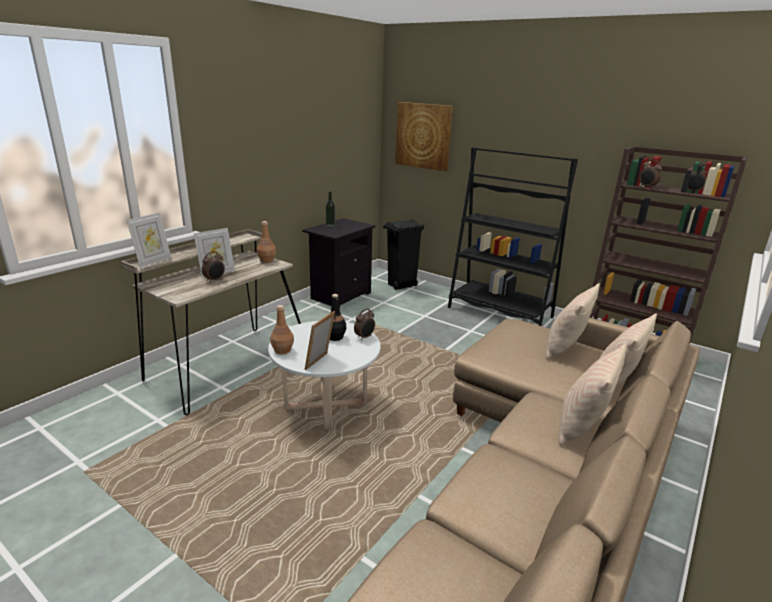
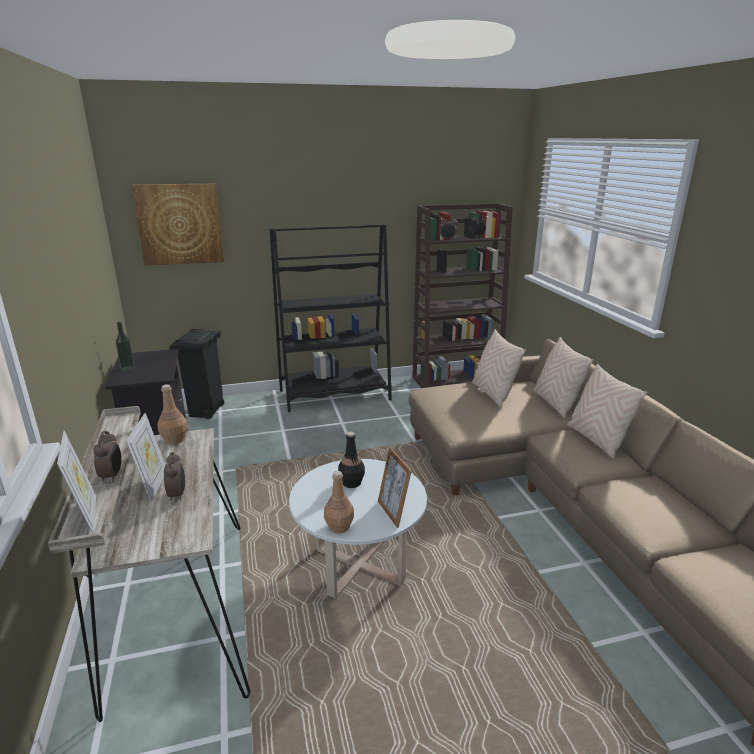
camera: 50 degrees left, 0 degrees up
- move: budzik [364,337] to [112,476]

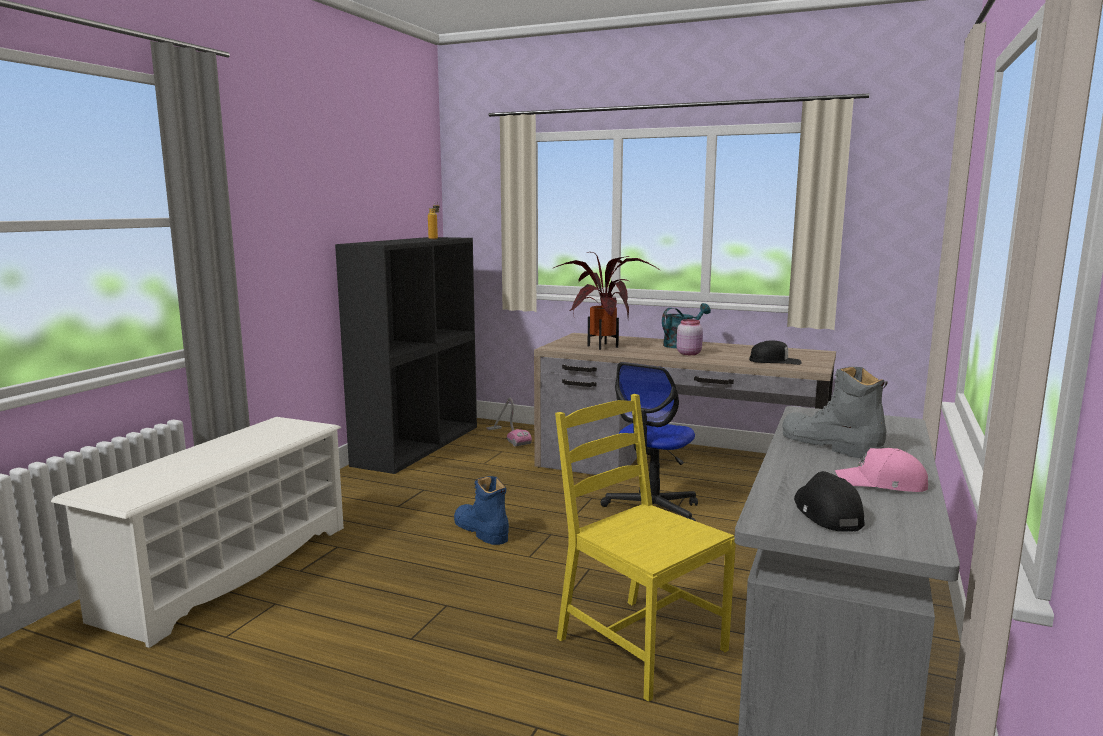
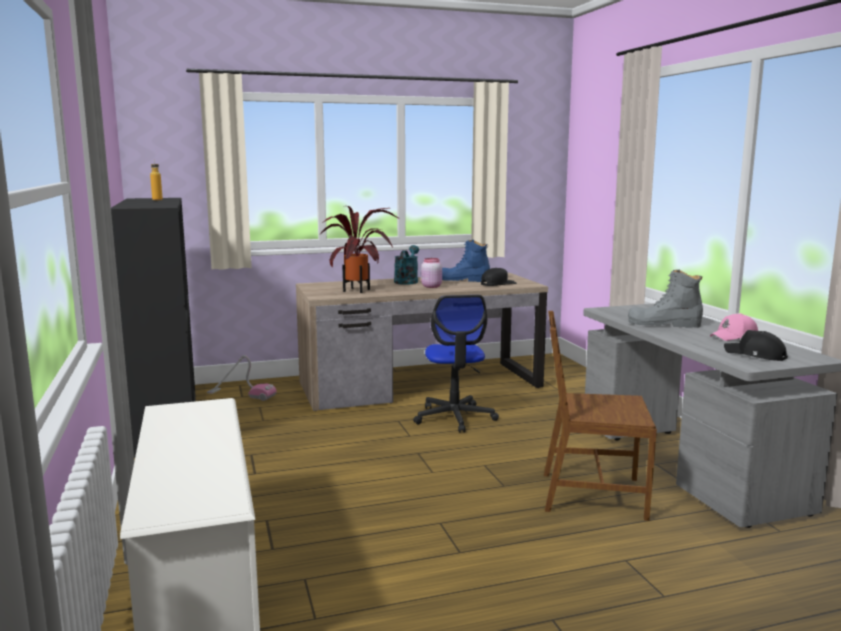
camera: 40 degrees left, 0 degrees up
- move: but z cholewką (niebieski) [481,531] to [463,280]
- recolor: krzesło (żółty) [638,644] to krzesło (brązowy) [591,495]

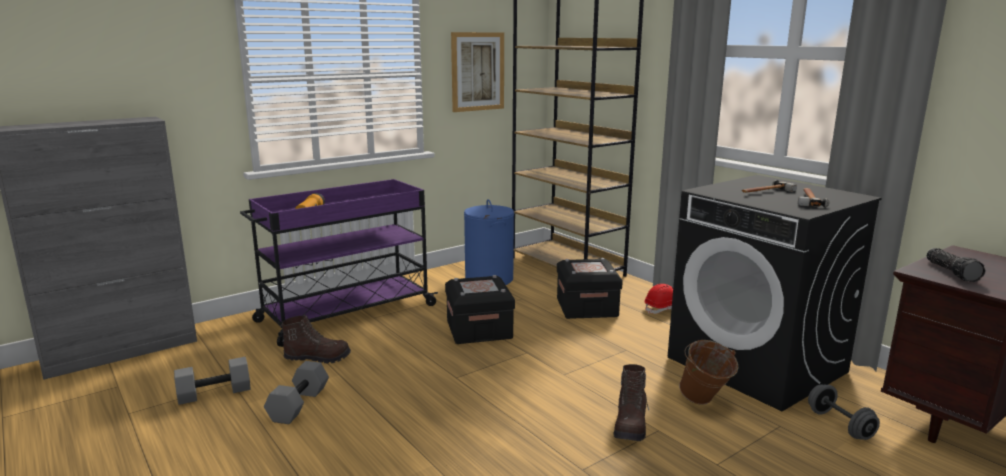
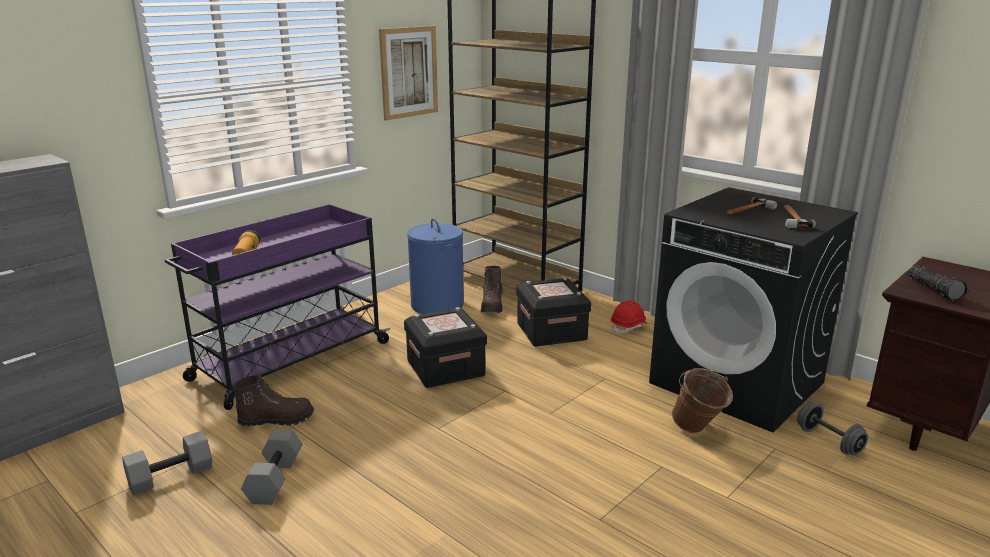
camera: 10 degrees left, 5 degrees up
- move: but z cholewką (brązowy) [630,425] to [492,306]

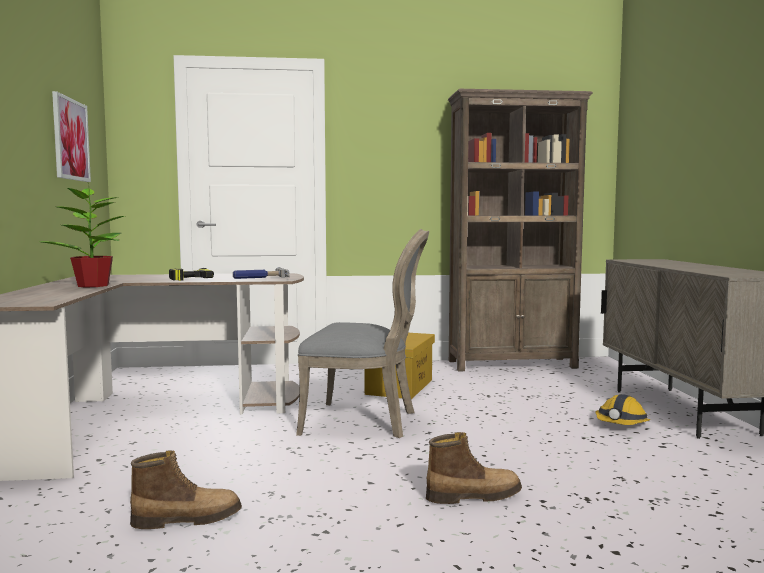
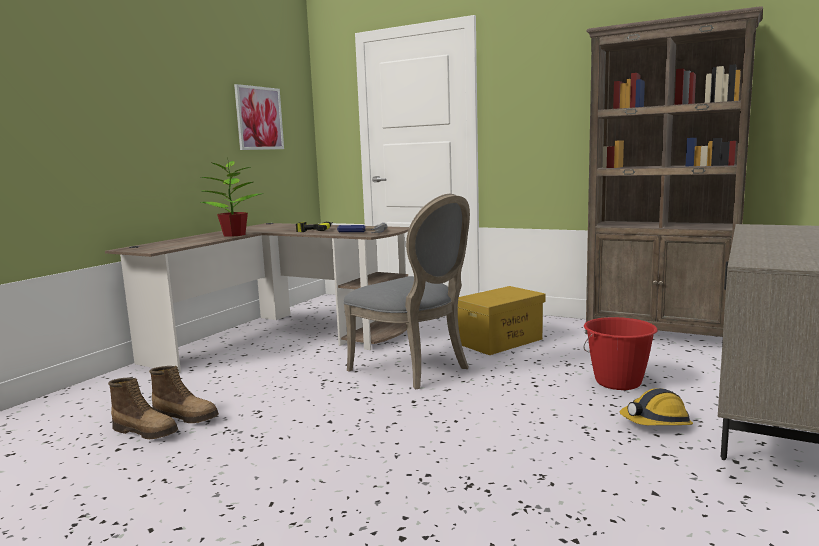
camera: 35 degrees right, 5 degrees up
- move: but z cholewką [473,496] to [146,431]
- insert: wiadro (czerwony) [618,382]

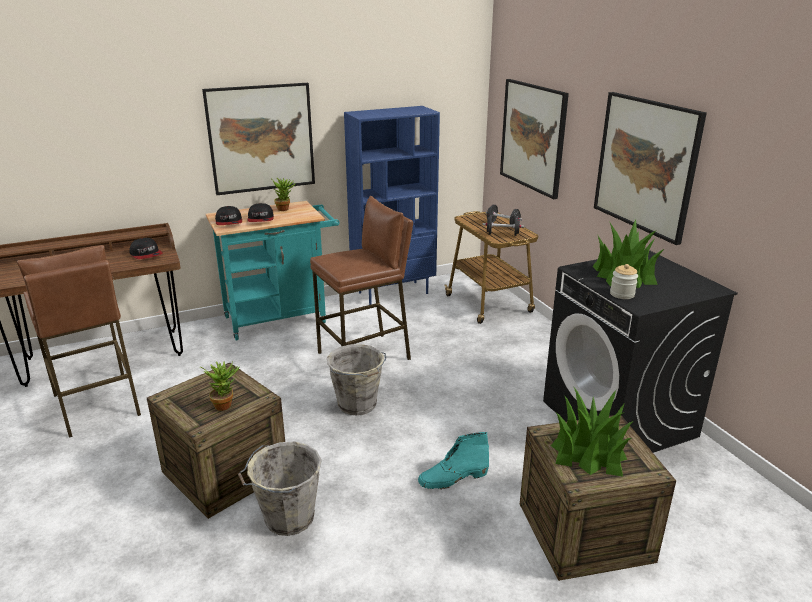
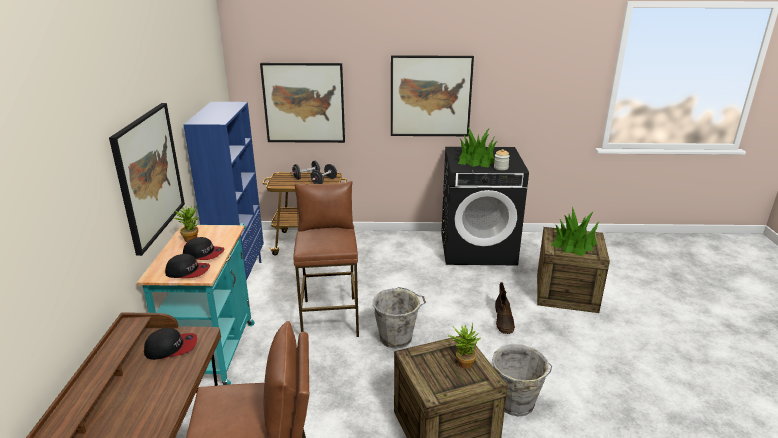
camera: 65 degrees left, 0 degrees up
- recolor: but z cholewką (turkusowy) [452,478] to but z cholewką (brązowy) [504,321]

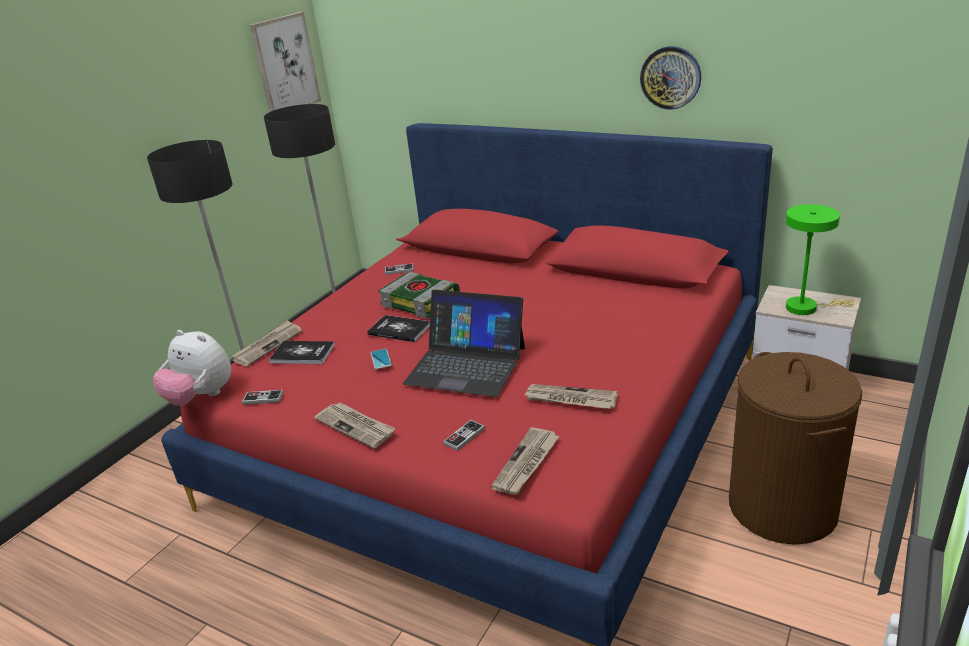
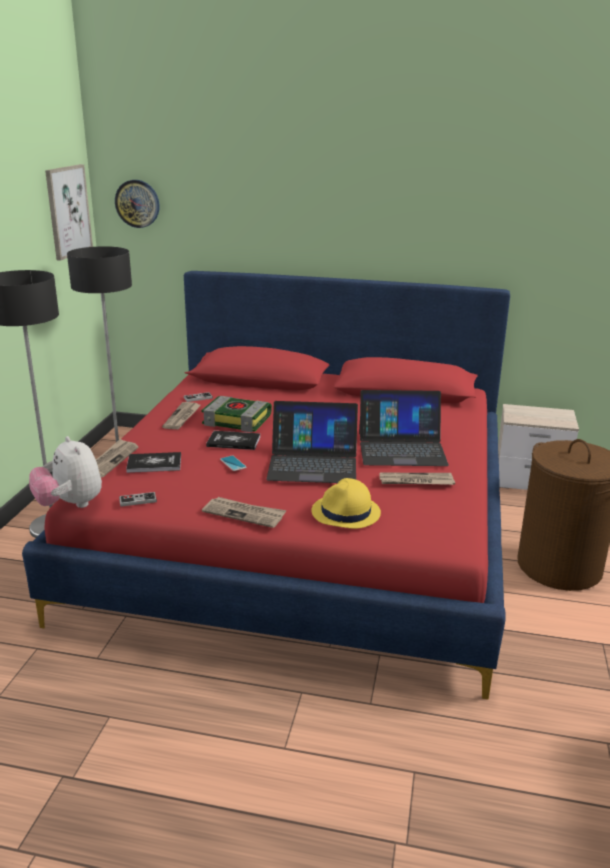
camera: 20 degrees left, 5 degrees down
- rotate: pluszak [201,397] = [70,504] 45 degrees clockwise
- move: zegar ścienny [670,77] to [137,203]
- move: gazeta [526,463] to [182,417]
- replace: pad do gier [464,436] to kapelusz (żółty) [346,513]
- insert: laptop [401,448]
- delete: lampa stołowa (zielony) [806,307]

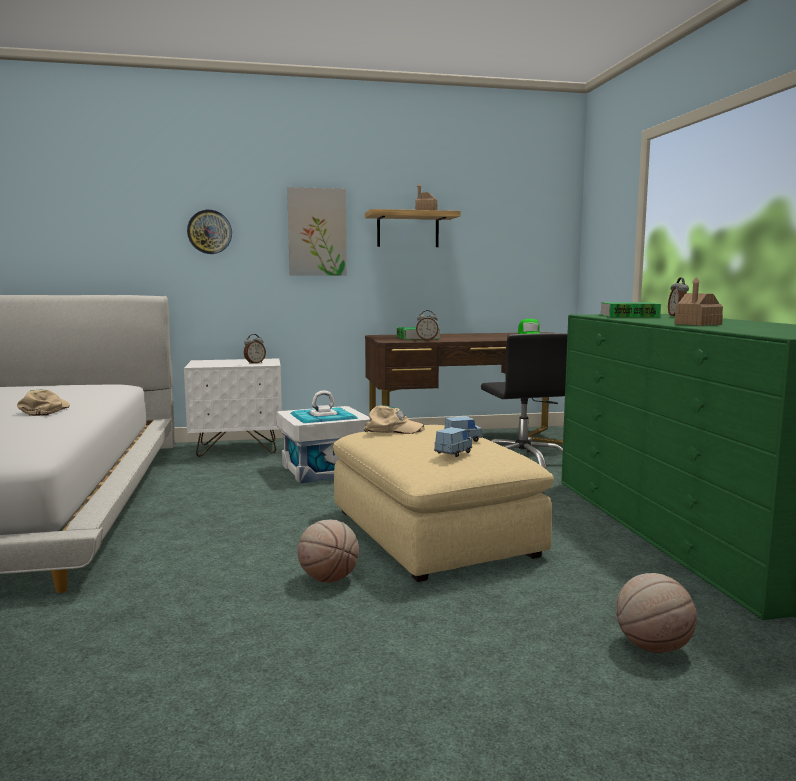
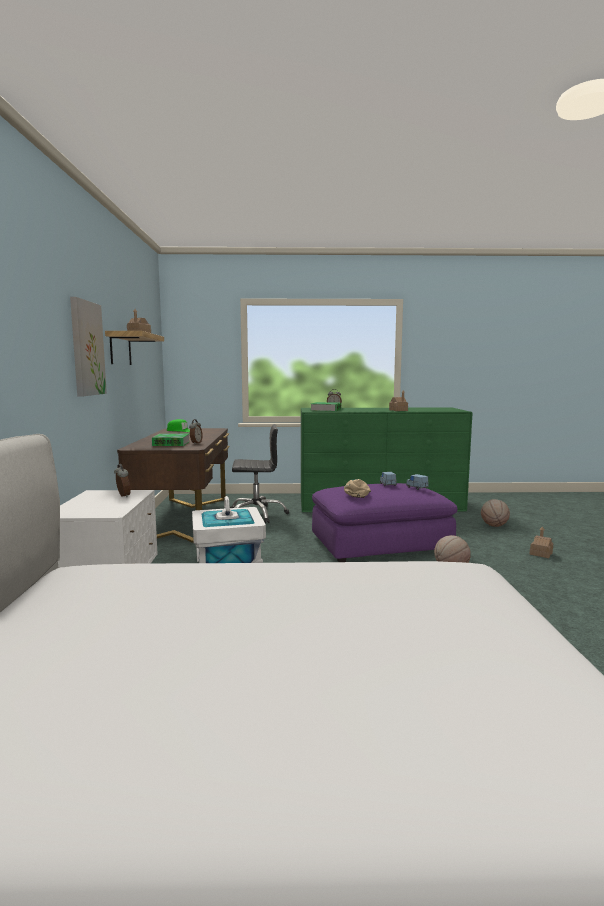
camera: 80 degrees left, 0 degrees up
- recolor: pufa (beżowy) [432,532] to pufa (fioletowy) [380,544]
- insert: domek [541,554]
- delete: czapka z daszkiem (beżowy) [45,410]
- delete: zegar ścienny [209,232]

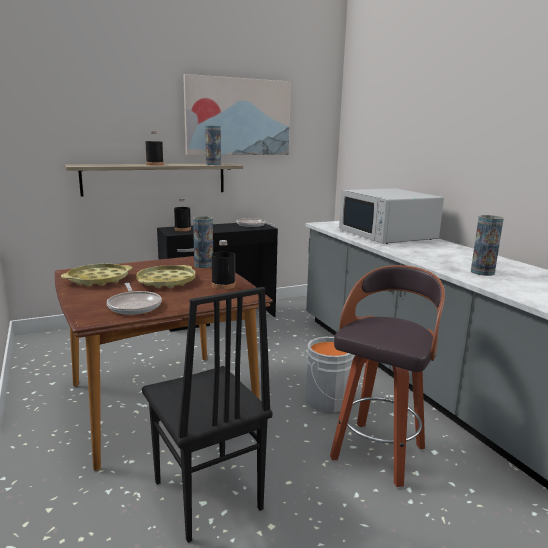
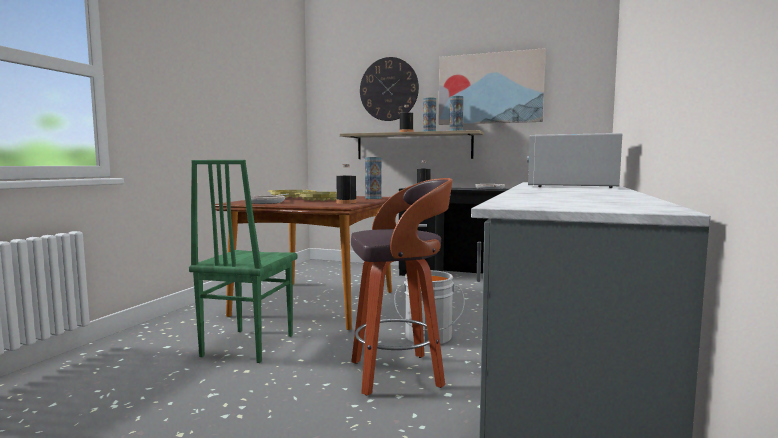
camera: 45 degrees right, 10 degrees down
- recolor: krzesło (czarny) [206,496] to krzesło (zielony) [246,345]
- insert: zegar ścienny [389,89]
- move: wazon [482,272] to [429,131]

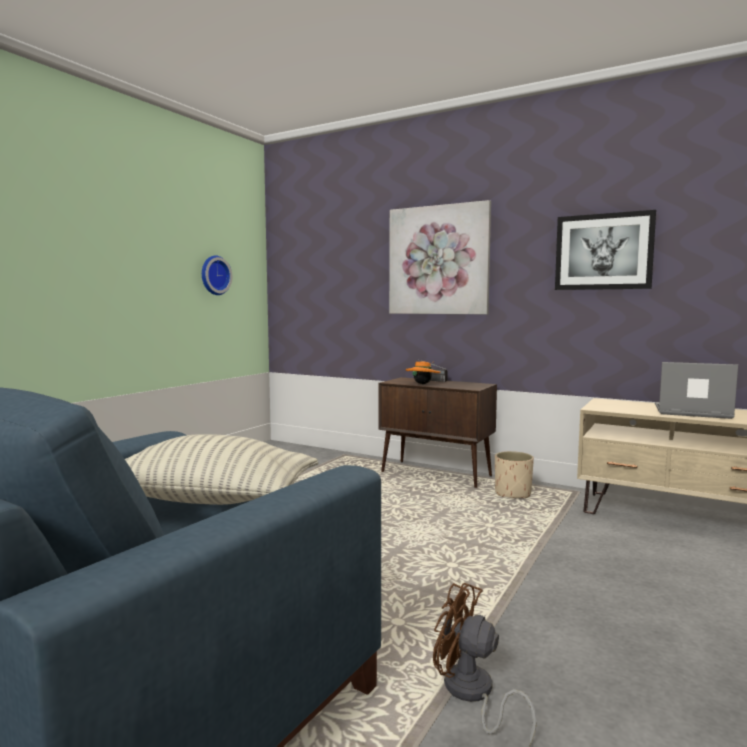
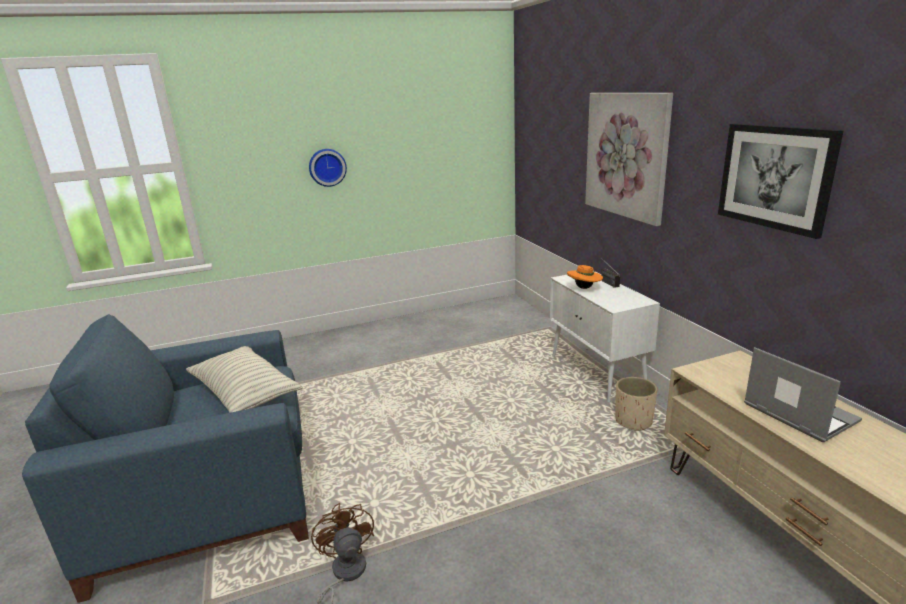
camera: 40 degrees right, 15 degrees up
- move: zegar ścienny [214,275] to [327,167]
- recolor: szafka (brązowy) [437,474] to szafka (biały) [597,374]

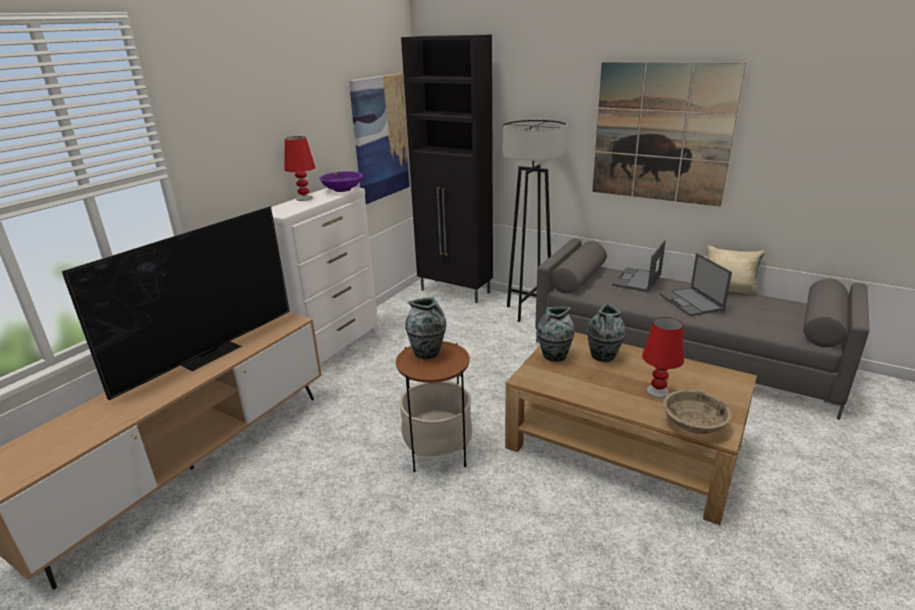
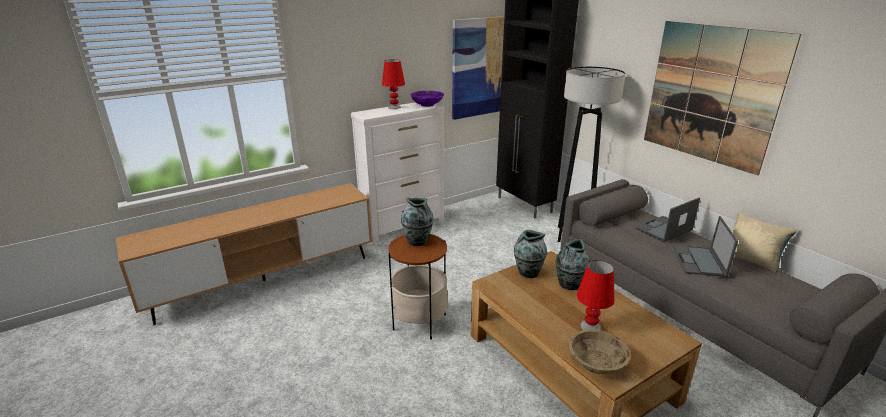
camera: 25 degrees right, 0 degrees up
- delete: telewizor [209,353]

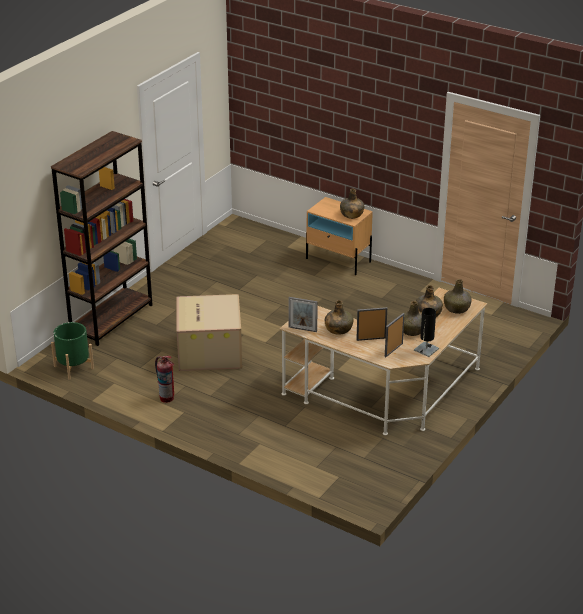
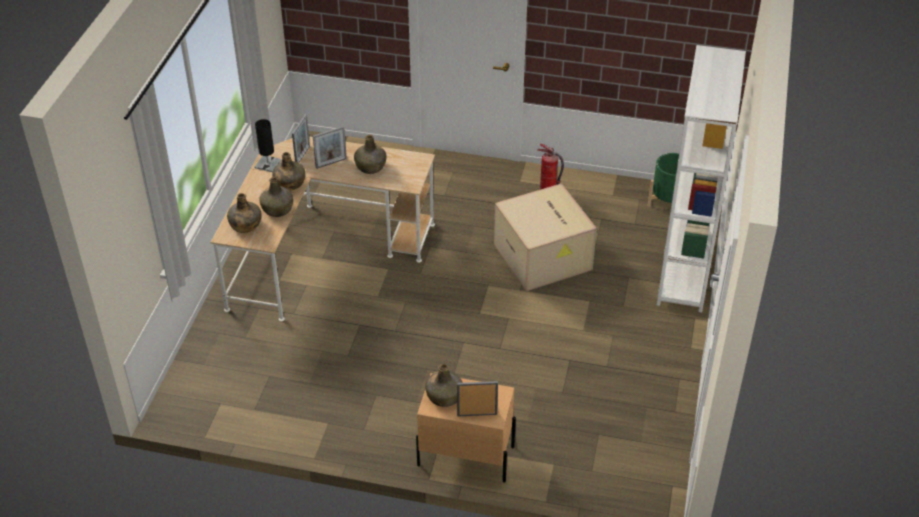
camera: 160 degrees right, 10 degrees up
- move: ramka na zdjęcie [302,329] to [477,414]
- recolor: regał (brązowy) [112,319] to regał (biały) [684,271]

